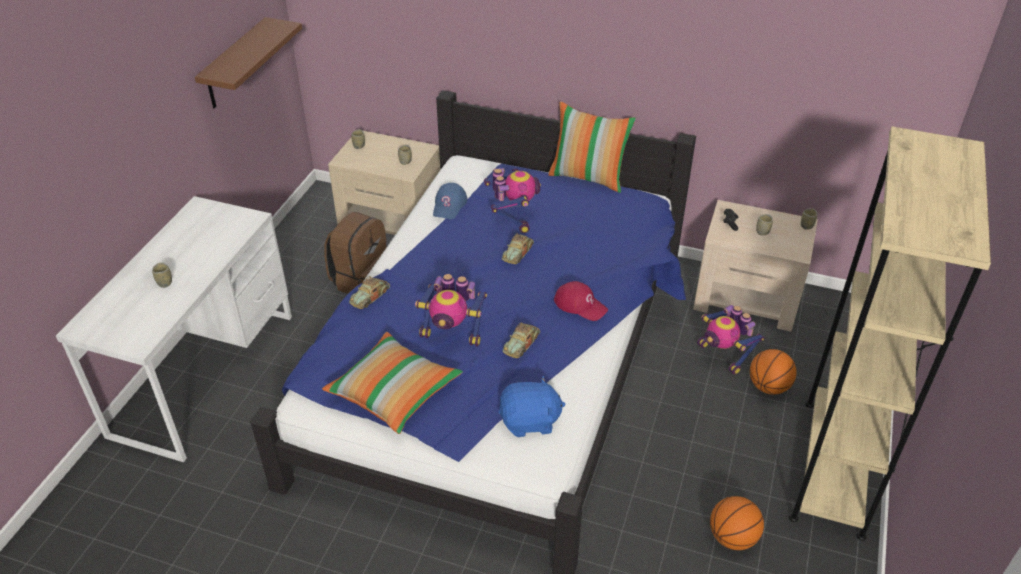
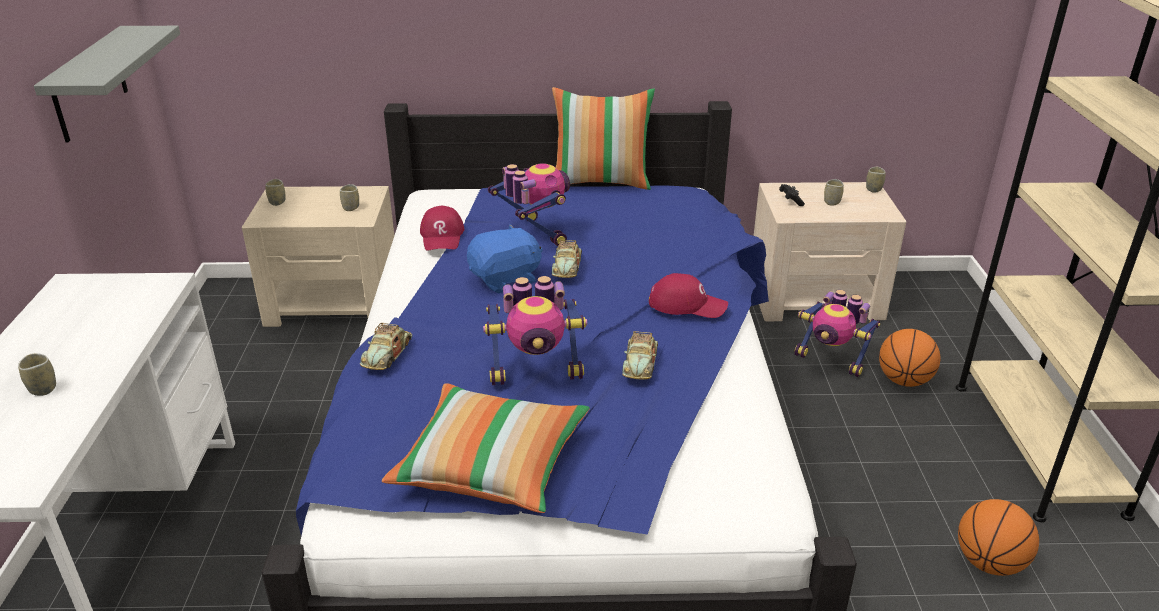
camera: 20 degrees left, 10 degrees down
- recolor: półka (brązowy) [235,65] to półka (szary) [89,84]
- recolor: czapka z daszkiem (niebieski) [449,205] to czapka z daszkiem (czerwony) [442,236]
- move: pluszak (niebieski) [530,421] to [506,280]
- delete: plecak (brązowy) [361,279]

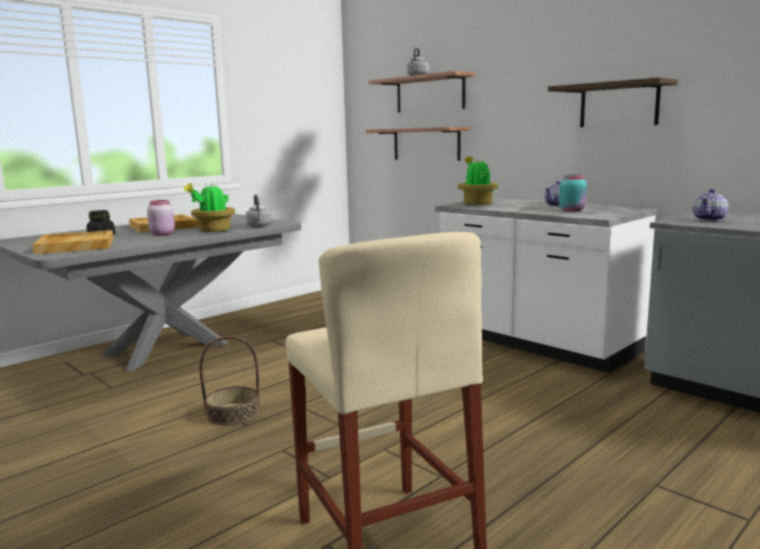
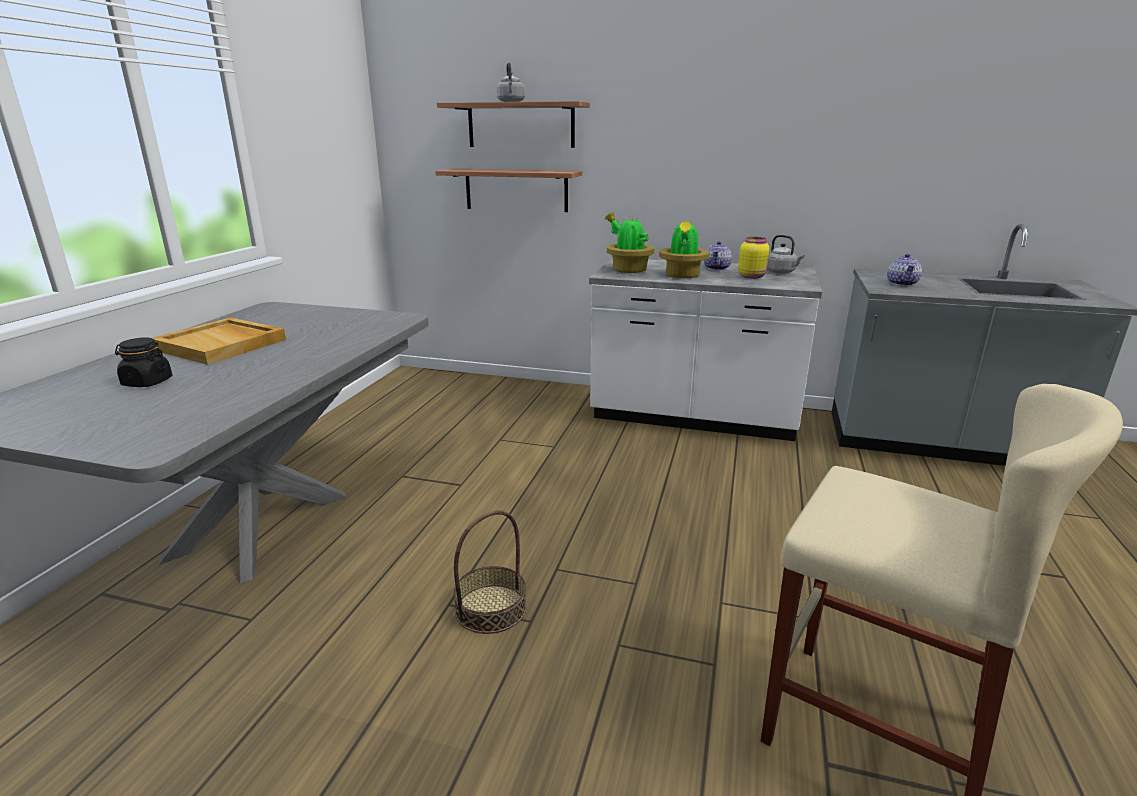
camera: 30 degrees left, 10 degrees up
- move: roślina doniczkowa [213,230] to [682,276]
- recolor: słoik (turkusowy) [572,210] to słoik (żółty) [752,276]
- move: czajnik (szary) [259,226] to [781,272]
- delete: taca (beżowy) [75,245]
- delete: słoik (różowy) [162,234]
- delete: półka [618,105]

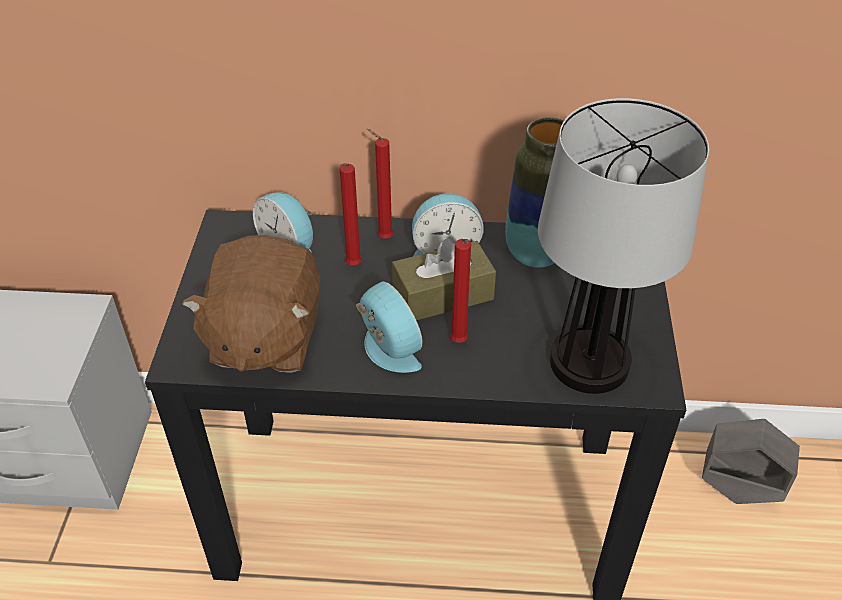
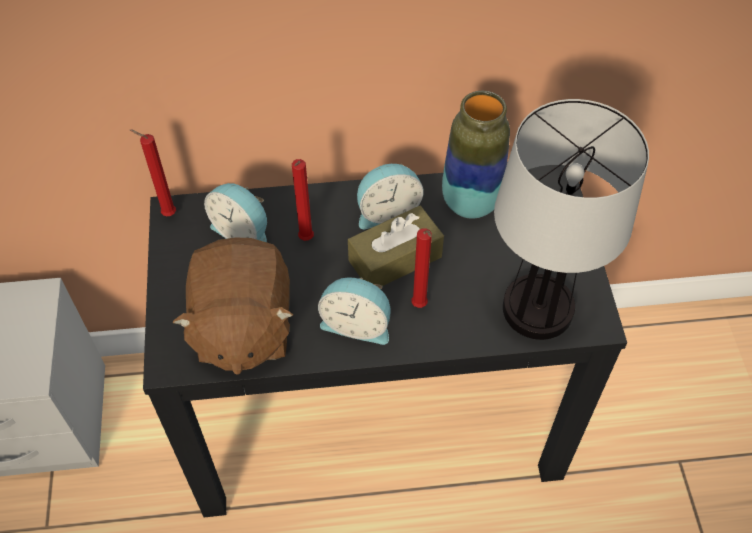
camera: 10 degrees left, 10 degrees up
- move: świeca (czerwony) [382,238] to [167,214]
- rotate: budzik [387,350] = [357,323] 150 degrees clockwise
- delete: donica (szary) [738,489]

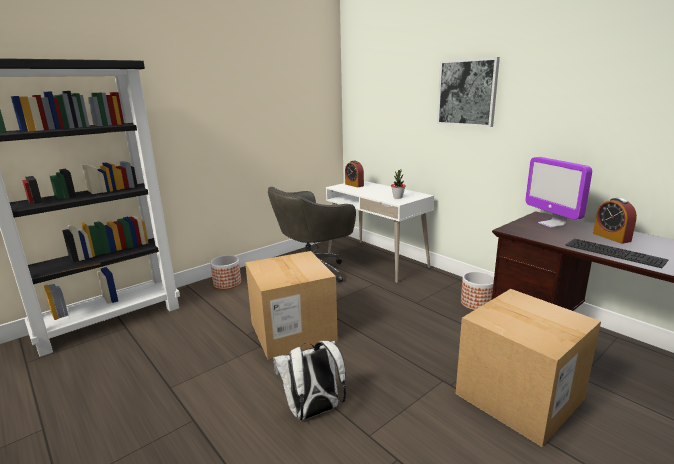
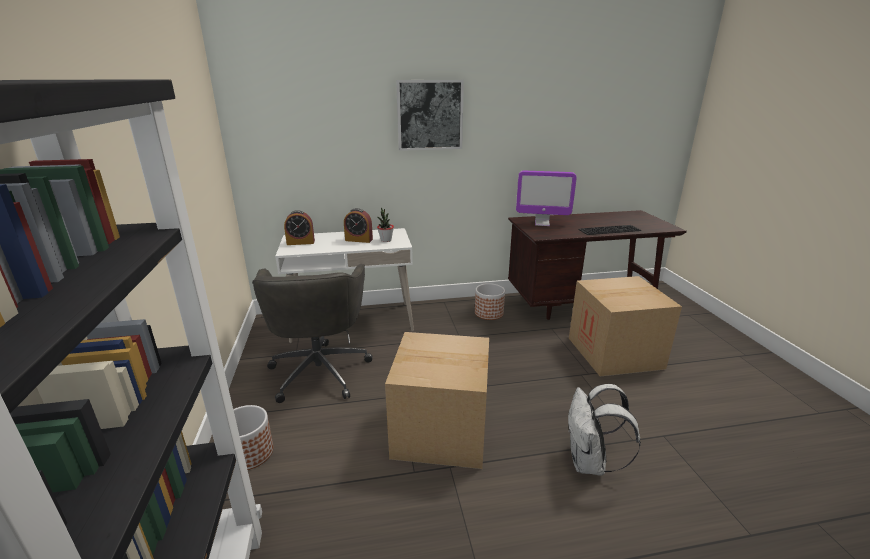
camera: 60 degrees left, 5 degrees up
- move: budzik [611,237] to [359,240]

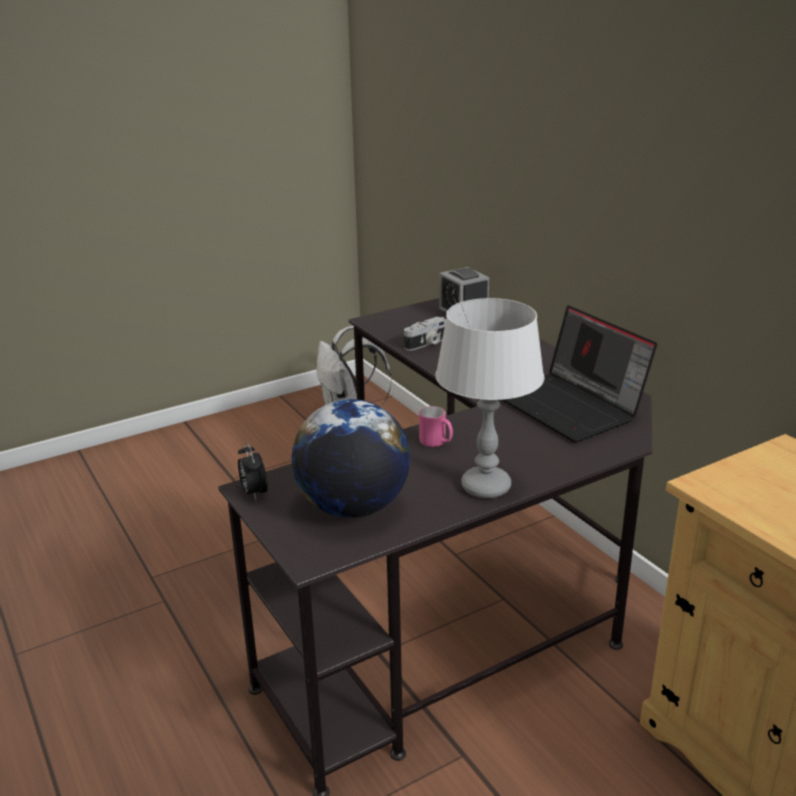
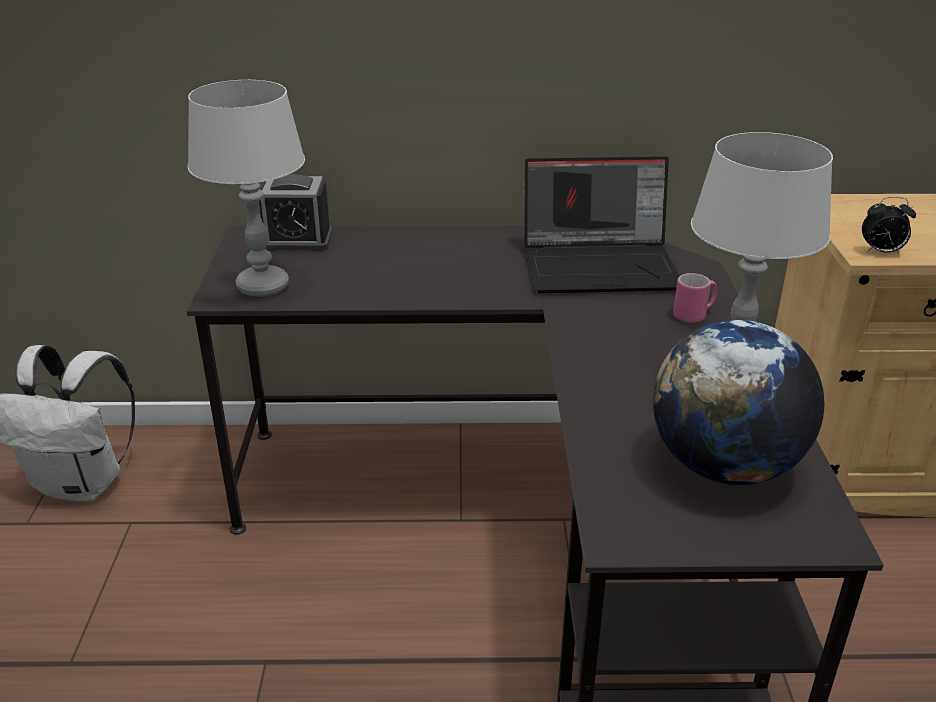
camera: 60 degrees left, 5 degrees up
- insert: lampa stołowa (szary) [262,286]
- move: kubek (różowy) [436,443] to [694,315]
- move: budzik [254,493] to [881,252]
- delete: aparat fotograficzny [426,344]

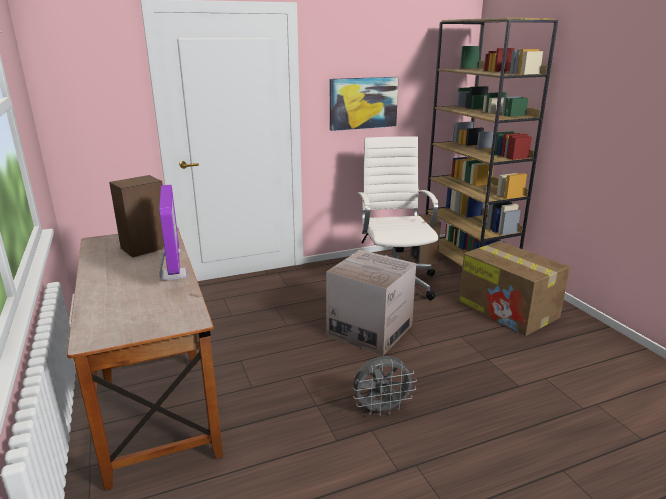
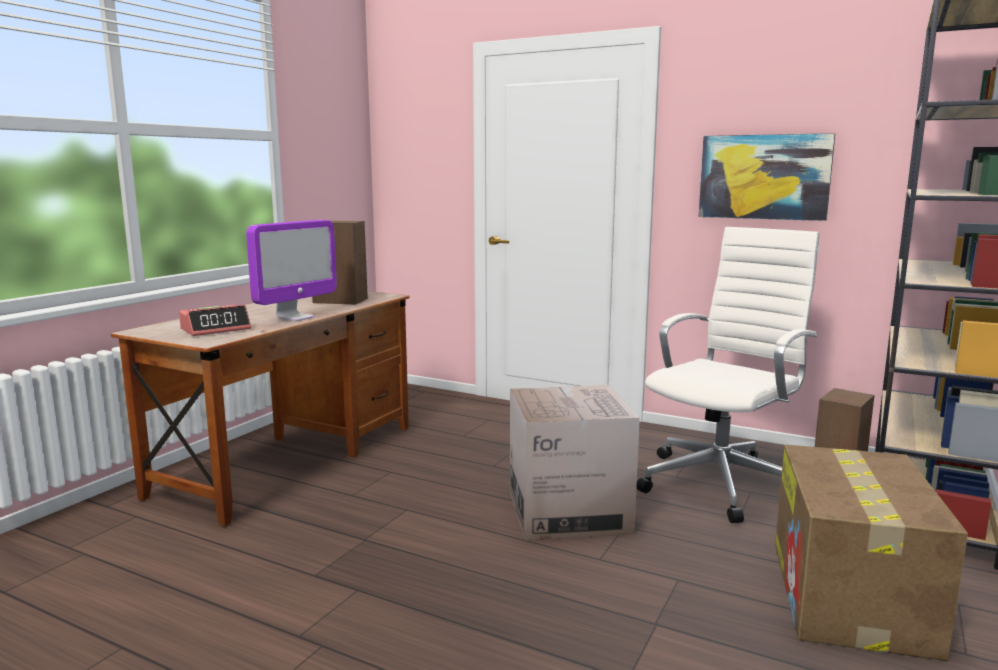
camera: 50 degrees right, 10 degrees down
- insert: budzik [216,329]
- delete: wentylator (szary) [381,409]

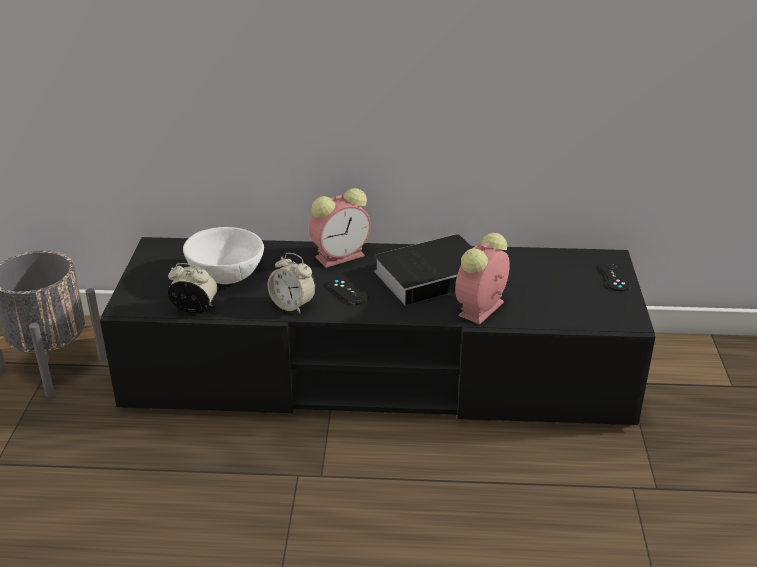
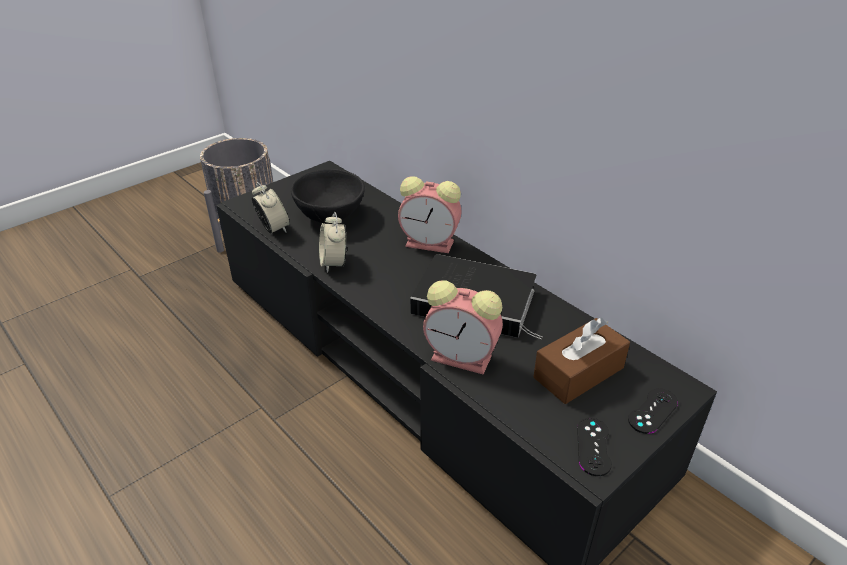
camera: 45 degrees right, 5 degrees up
- recolor: miska (biały) [227,275] to miska (czarny) [331,215]
- rotate: budzik [480,310] = [464,358] 150 degrees counterclockwise
- insert: pudełko chusteczek (brązowy) [578,372]
- move: pad do gier (czarny) [348,291] to [593,446]

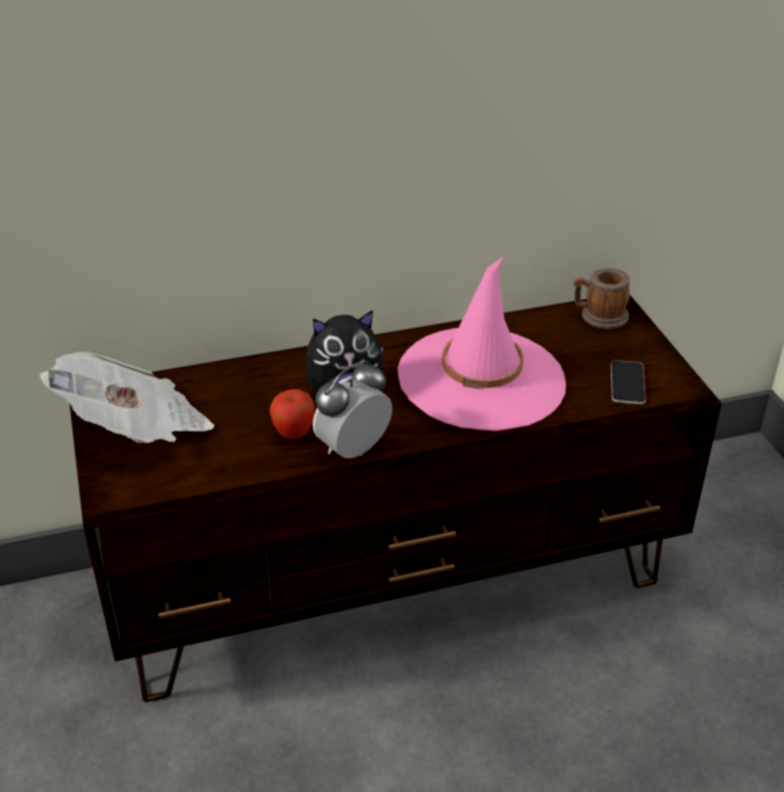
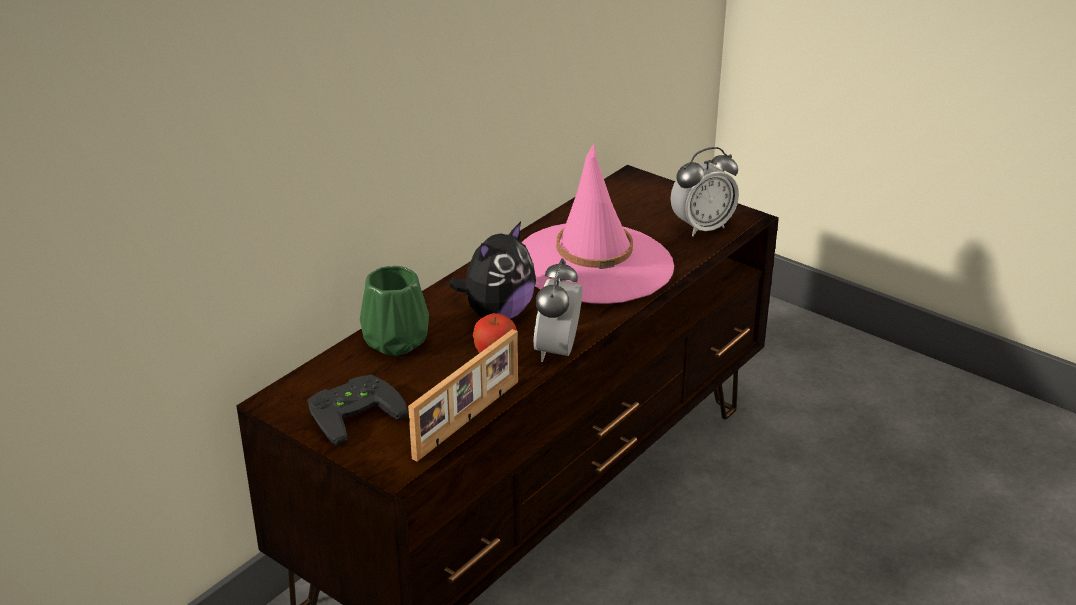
camera: 35 degrees left, 5 degrees down
- replace: gazeta [136,430] to pad do gier (czarny) [353,412]
- insert: wazon (zielony) [397,341]
- insert: ramka na zdjęcie [469,420]
- replace: telefon [627,383] to budzik [702,227]
- delete: kubek [599,317]

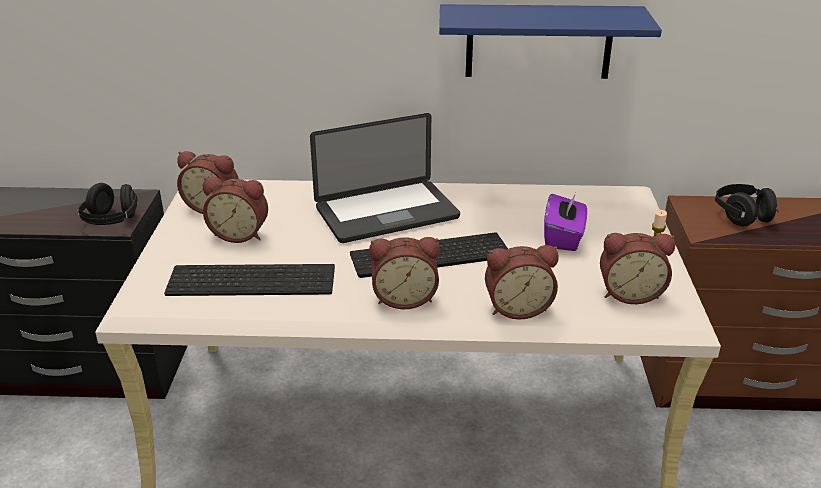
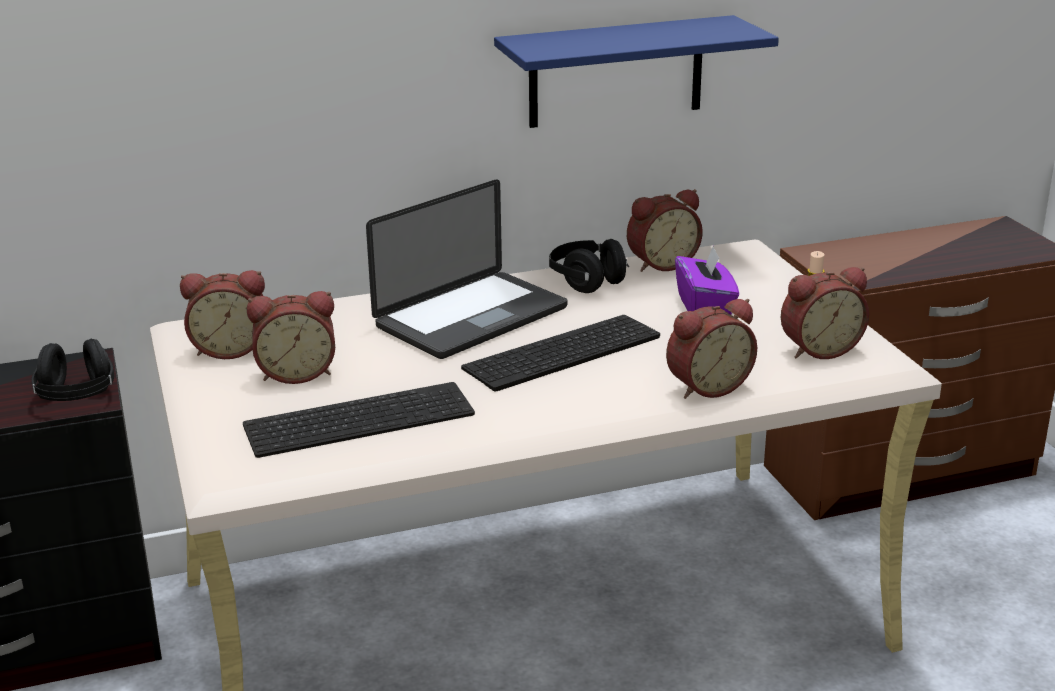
camera: 20 degrees left, 5 degrees down
- move: słuchawki (czarny) [741,216] to [587,281]
- move: budzik [404,298] to [661,263]

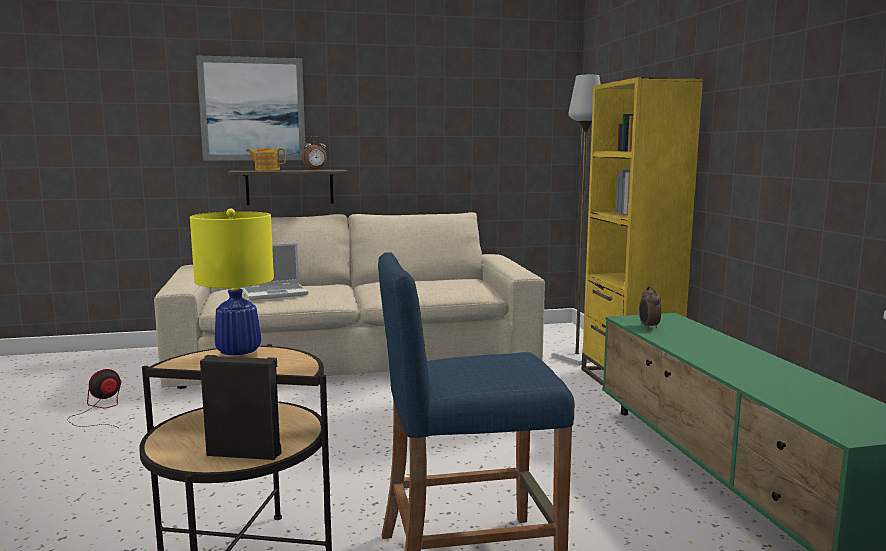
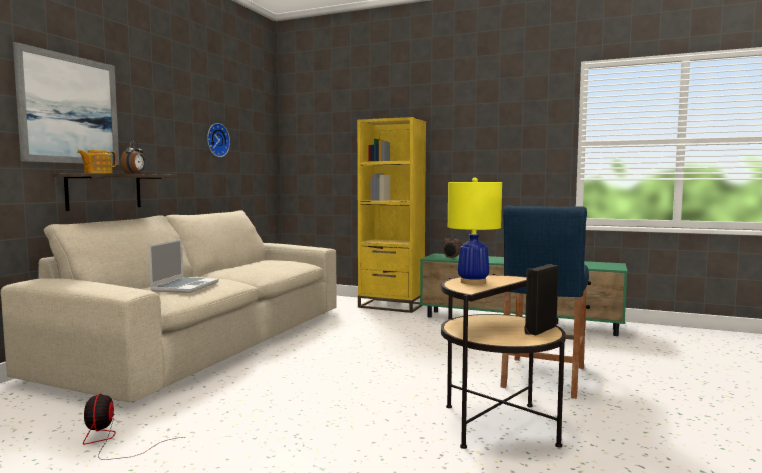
camera: 55 degrees left, 5 degrees down
- insert: zegar ścienny [216,140]
- delete: lampa stojąca (szary) [575,358]

